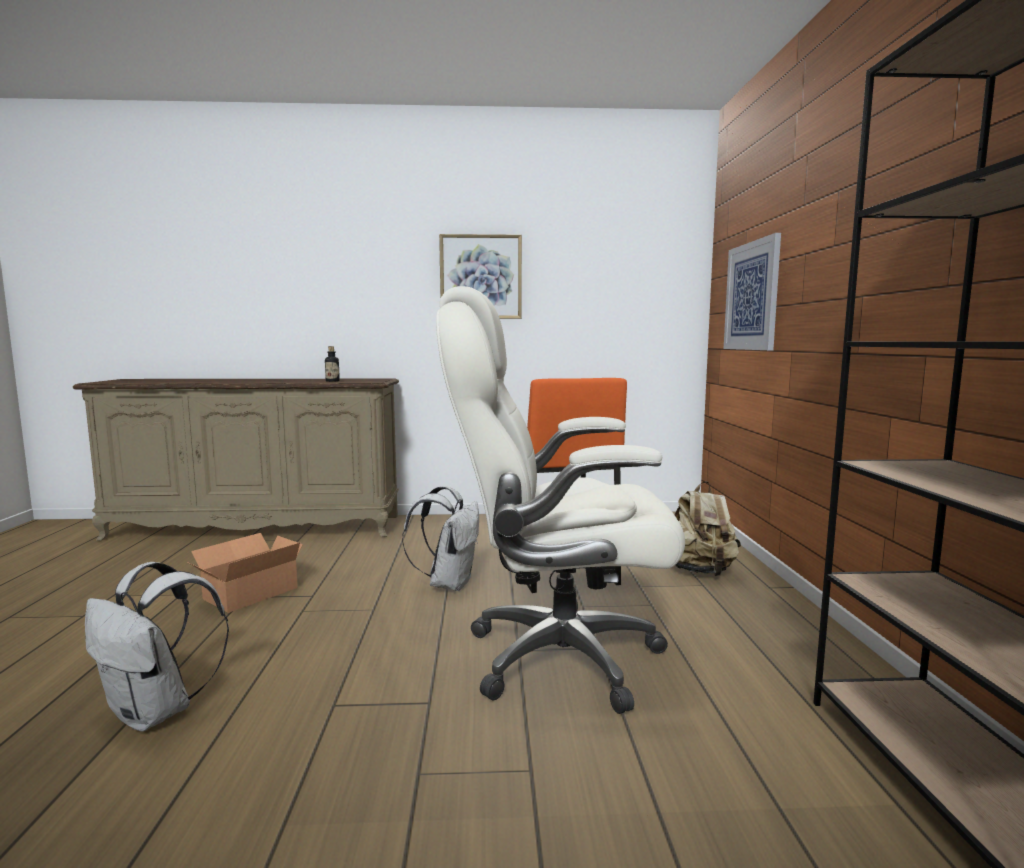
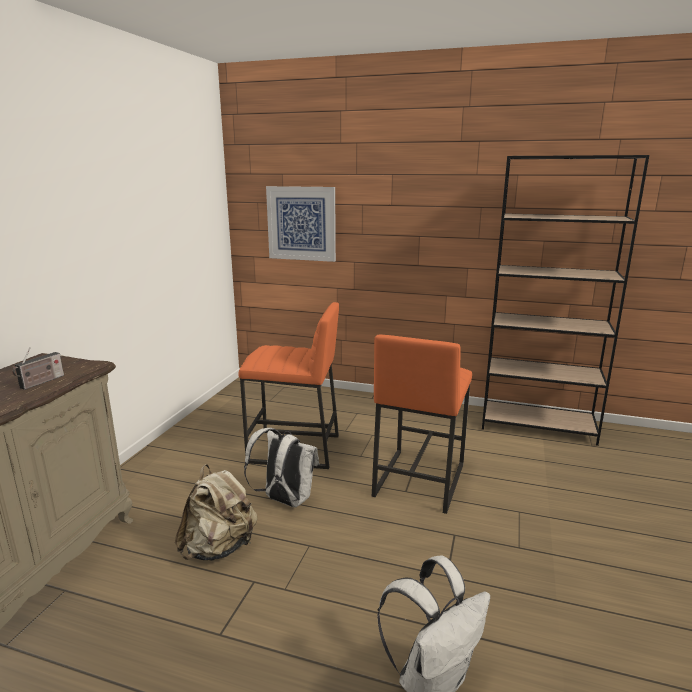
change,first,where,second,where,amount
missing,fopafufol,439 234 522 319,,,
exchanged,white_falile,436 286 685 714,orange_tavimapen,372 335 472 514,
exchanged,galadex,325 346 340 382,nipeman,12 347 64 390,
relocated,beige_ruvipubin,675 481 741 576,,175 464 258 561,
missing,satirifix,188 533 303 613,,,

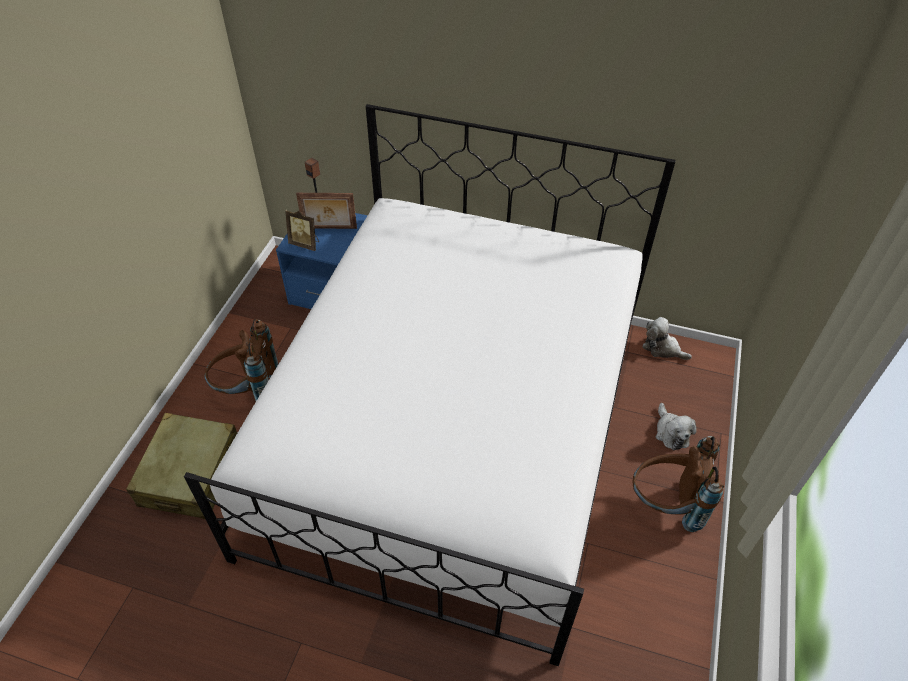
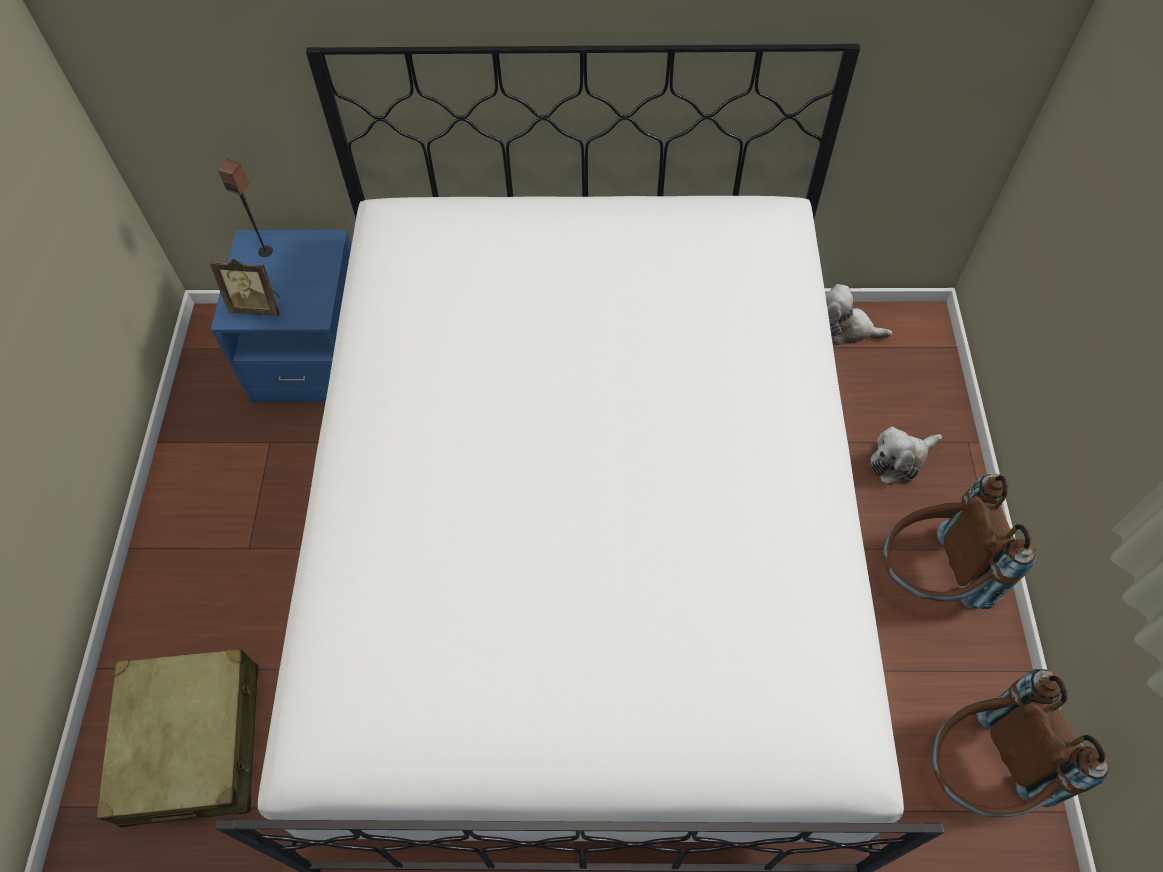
change,first,where,second,where,amount
missing,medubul,296 193 357 229,,,
relocated,brown_ruvipubin,204 319 278 401,,932 669 1109 817,
spun,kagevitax,656 403 696 450,,869 426 942 485,90 degrees clockwise

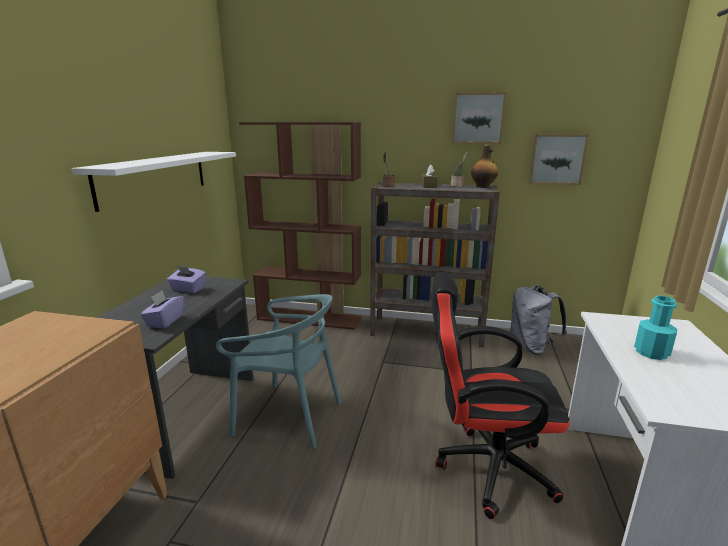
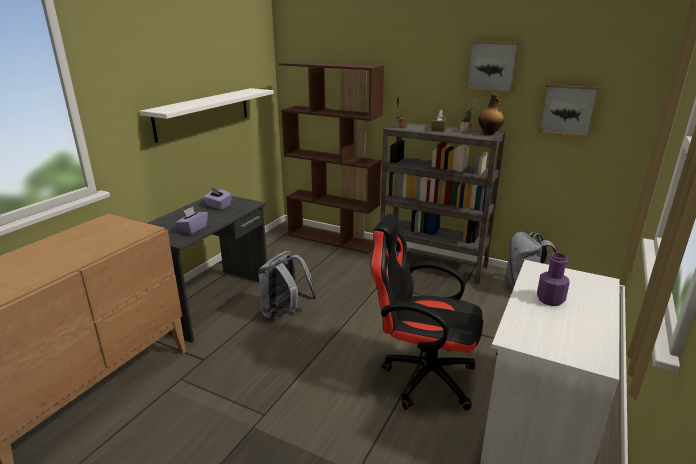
change,first,where,second,where,amount
exchanged,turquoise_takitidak,216 294 341 448,grey_ruvipubin,259 250 317 321,
colour,turquoise_galadex,634 295 677 360,purple_galadex,537 252 570 306,

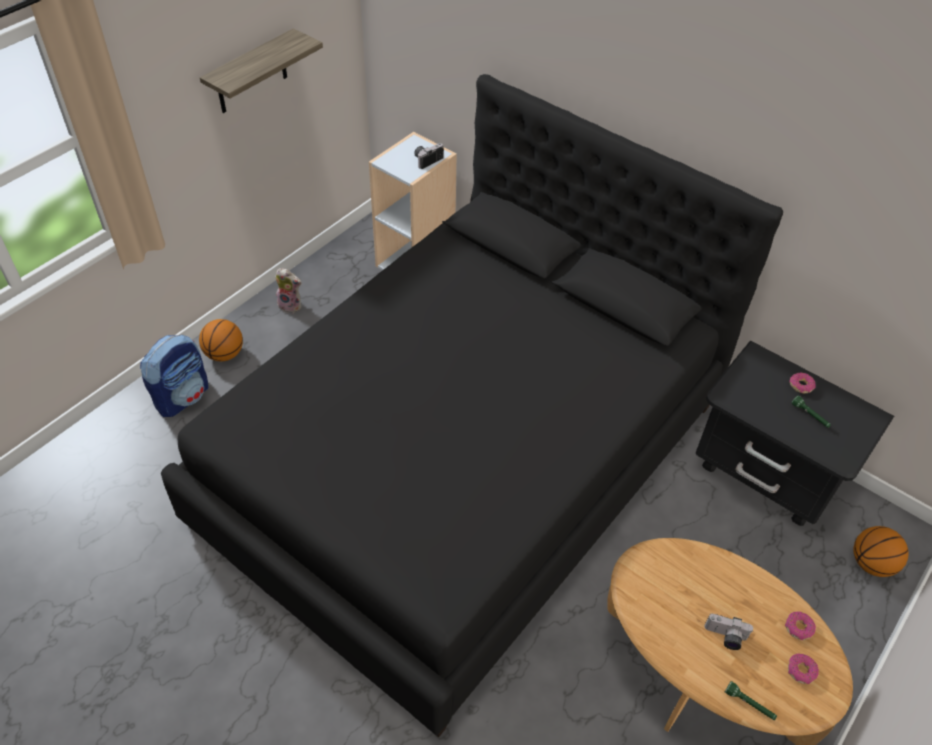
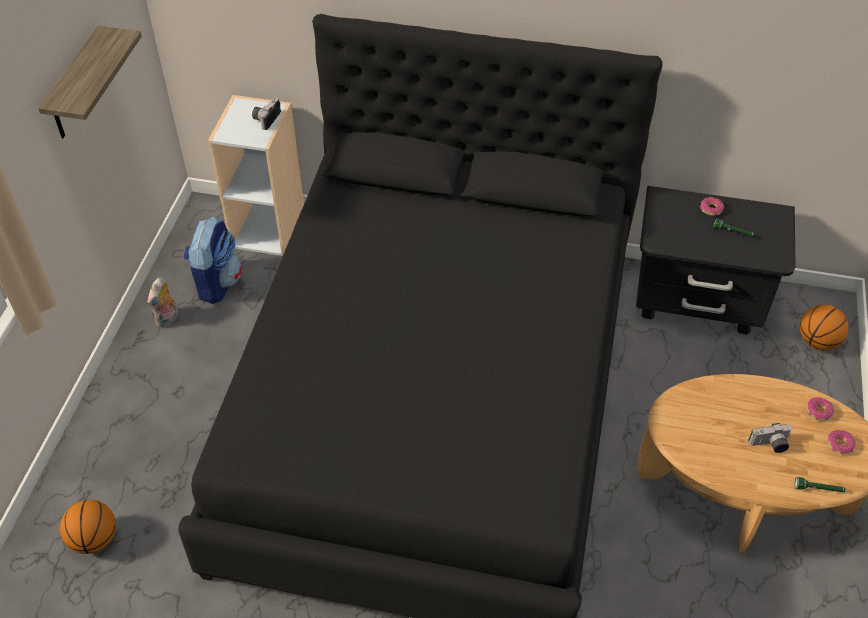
change,first,where,second,where,amount
spun,kagevitax,275 268 302 313,,147 277 178 328,120 degrees clockwise
relocated,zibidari,199 319 243 362,,60 500 116 554,
relocated,ruvipubin,140 334 209 417,,184 217 242 304,

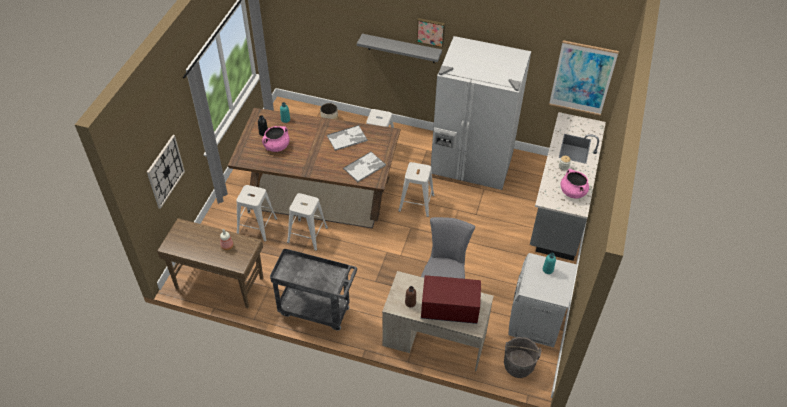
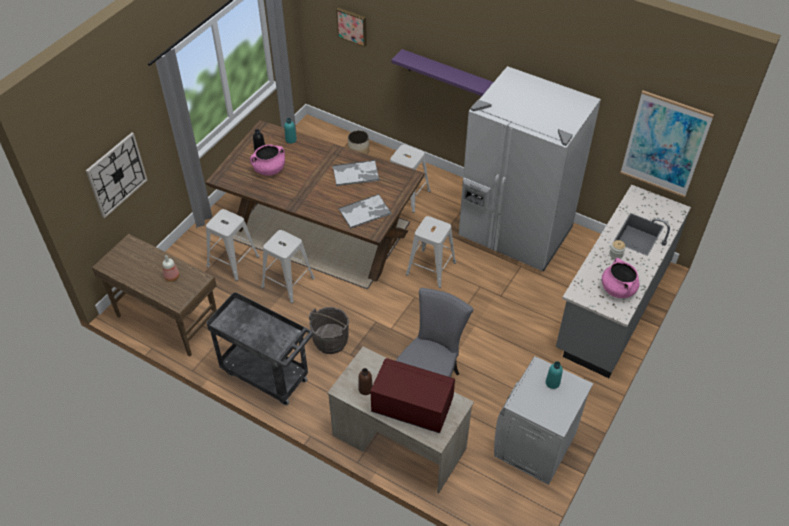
change,first,where,second,where,amount
relocated,fopafufol,417 18 445 48,,336 7 367 47,
colour,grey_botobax,357 34 442 63,purple_botobax,391 49 493 96,
relocated,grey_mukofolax,504 337 542 378,,309 307 350 354,

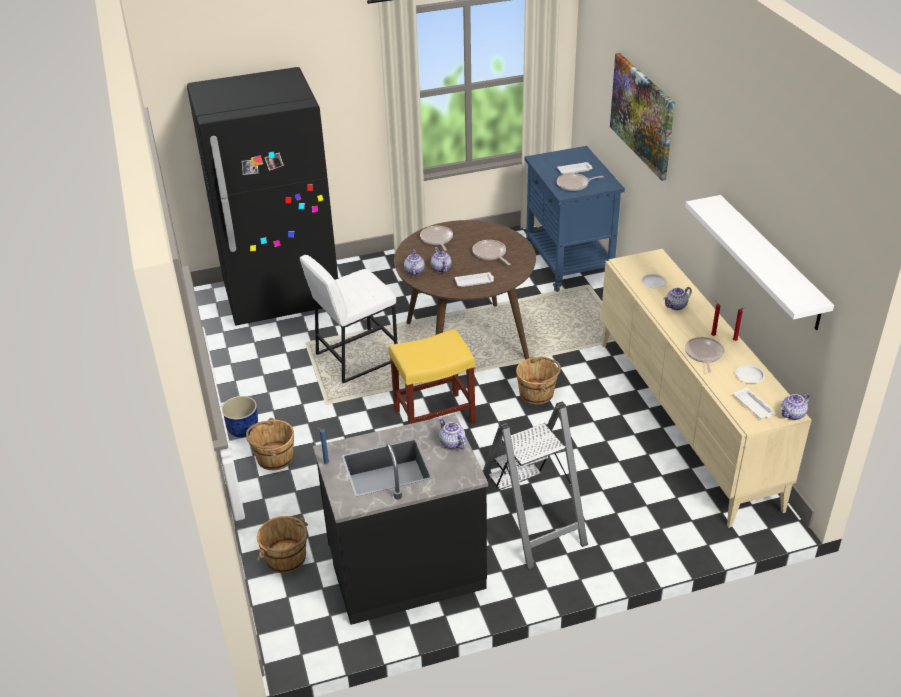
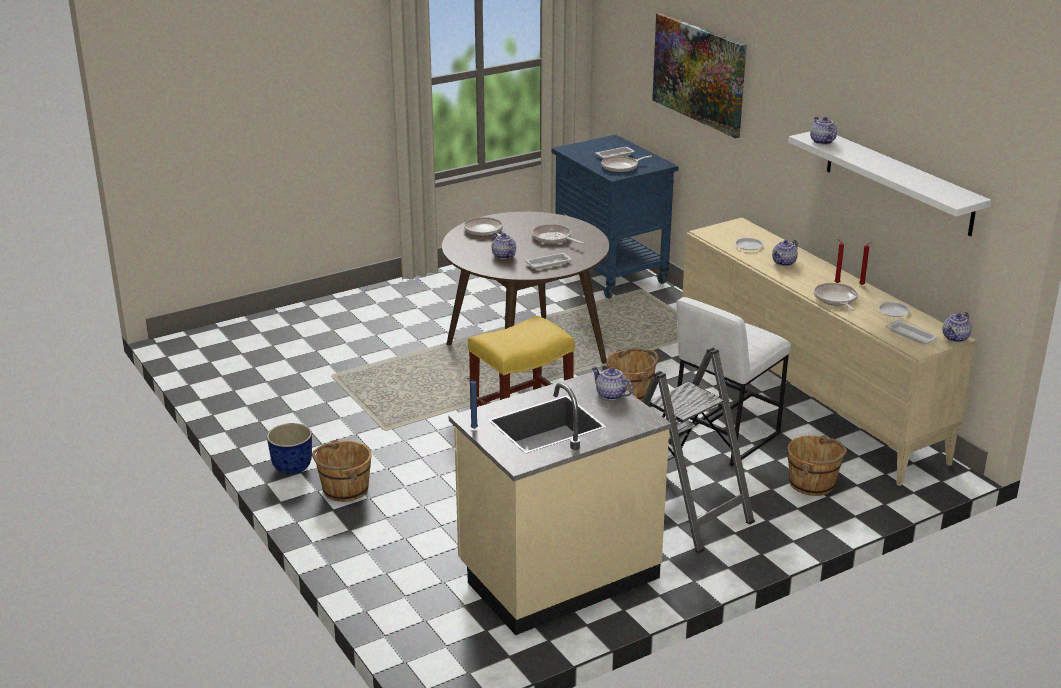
change,first,where,second,where,amount
missing,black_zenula,187 67 338 326,,,
relocated,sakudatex,404 250 425 276,,810 117 837 145,
relocated,white_takitidak,300 255 397 383,,677 297 791 466,
colour,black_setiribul,313 414 488 625,beige_setiribul,449 370 671 635,
relocated,brown_mukofolax,257 516 308 573,,787 435 847 496,

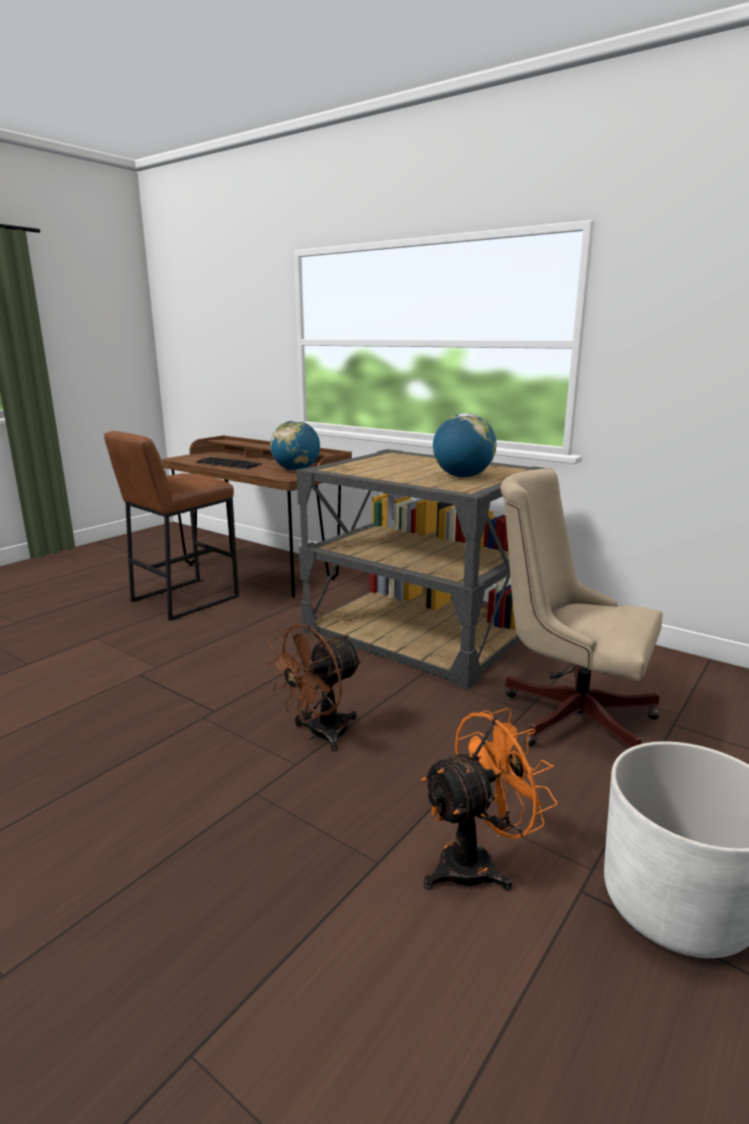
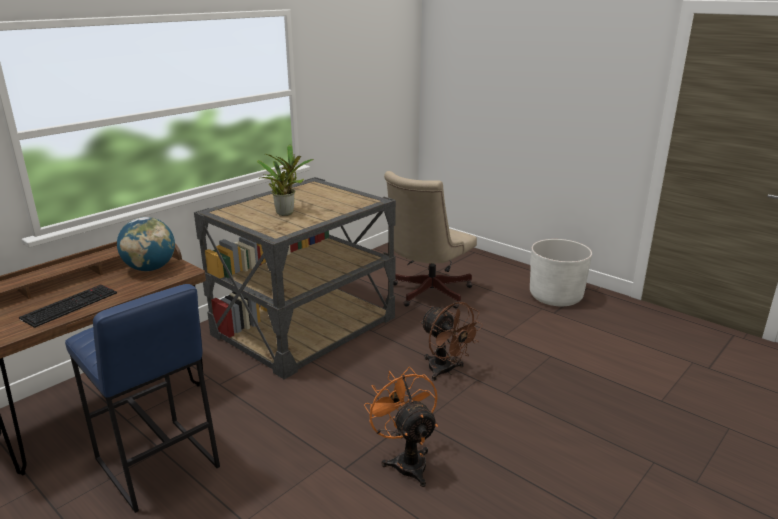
change,first,where,second,where,amount
missing,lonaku,433 413 496 477,,,
colour,brown_tavimapen,104 431 239 621,blue_tavimapen,65 284 220 513,
relocated,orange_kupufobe,421 708 557 890,,364 367 438 487,
appeared,,,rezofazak,257 145 314 216,

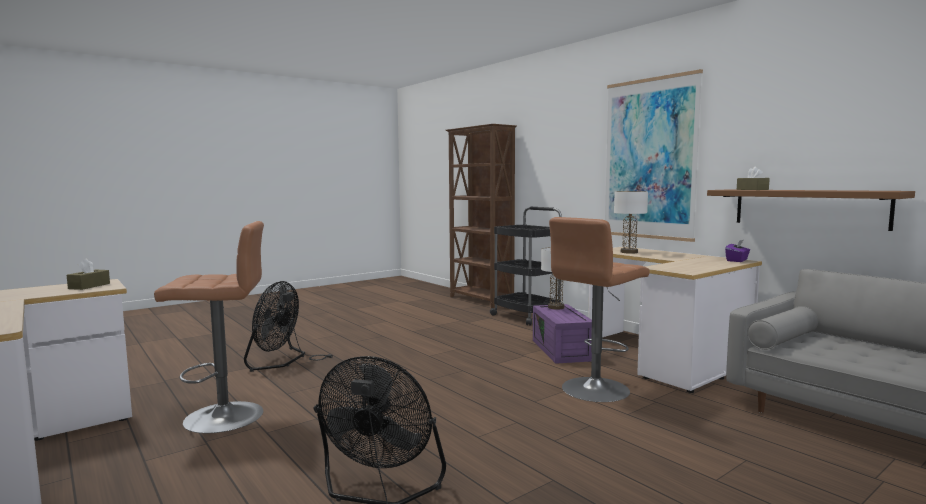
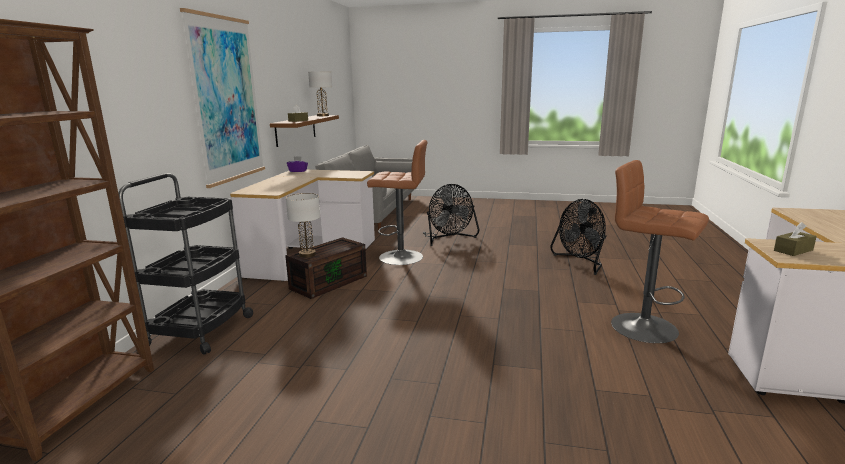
change,first,where,second,where,amount
relocated,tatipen,614 191 648 254,,308 71 332 116,
relocated,black_kupufobe,244 281 333 372,,423 184 479 246,
colour,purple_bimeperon,533 304 592 364,brown_bimeperon,285 237 367 299,

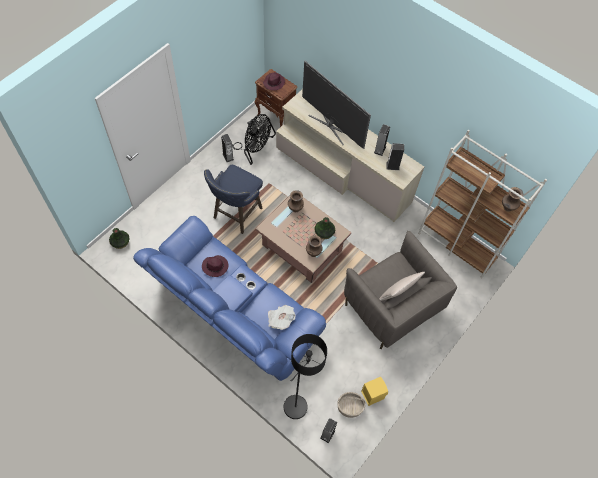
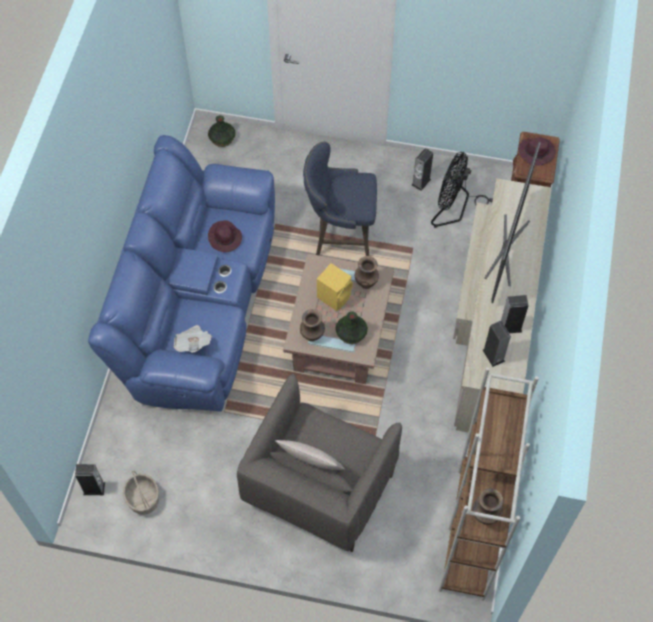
change,first,where,second,where,amount
spun,black_kupufobe,232 114 276 165,,431 152 493 228,105 degrees clockwise
missing,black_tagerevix,284 334 327 419,,,
relocated,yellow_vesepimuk,361 377 388 406,,317 263 353 311,

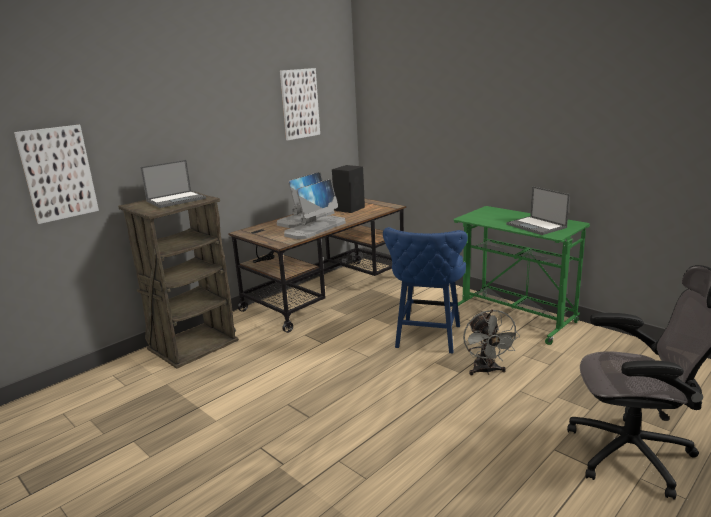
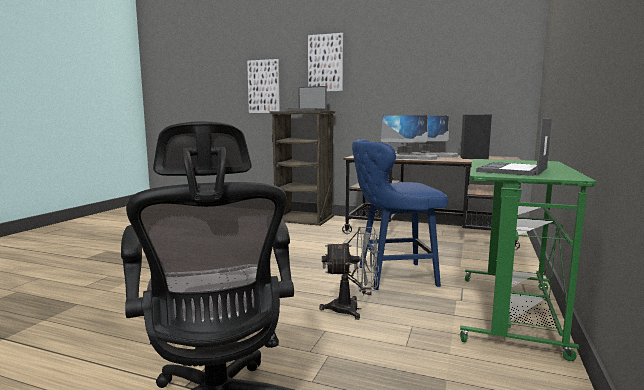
change,first,where,second,where,amount
relocated,fopafufol,280 68 320 140,,308 33 343 91,
spun,grey_kupufobe,463 309 520 375,,319 227 379 320,150 degrees counterclockwise

